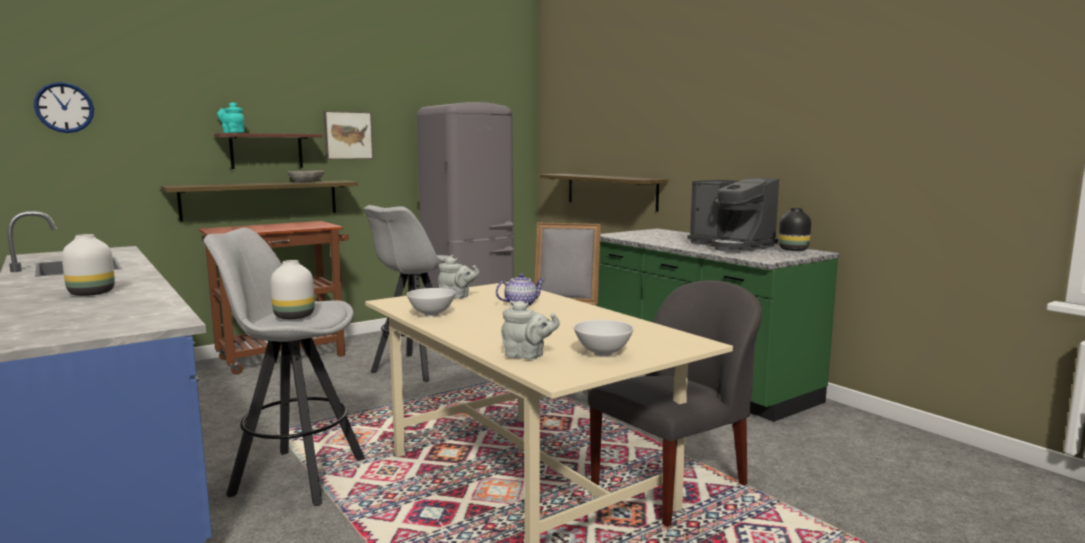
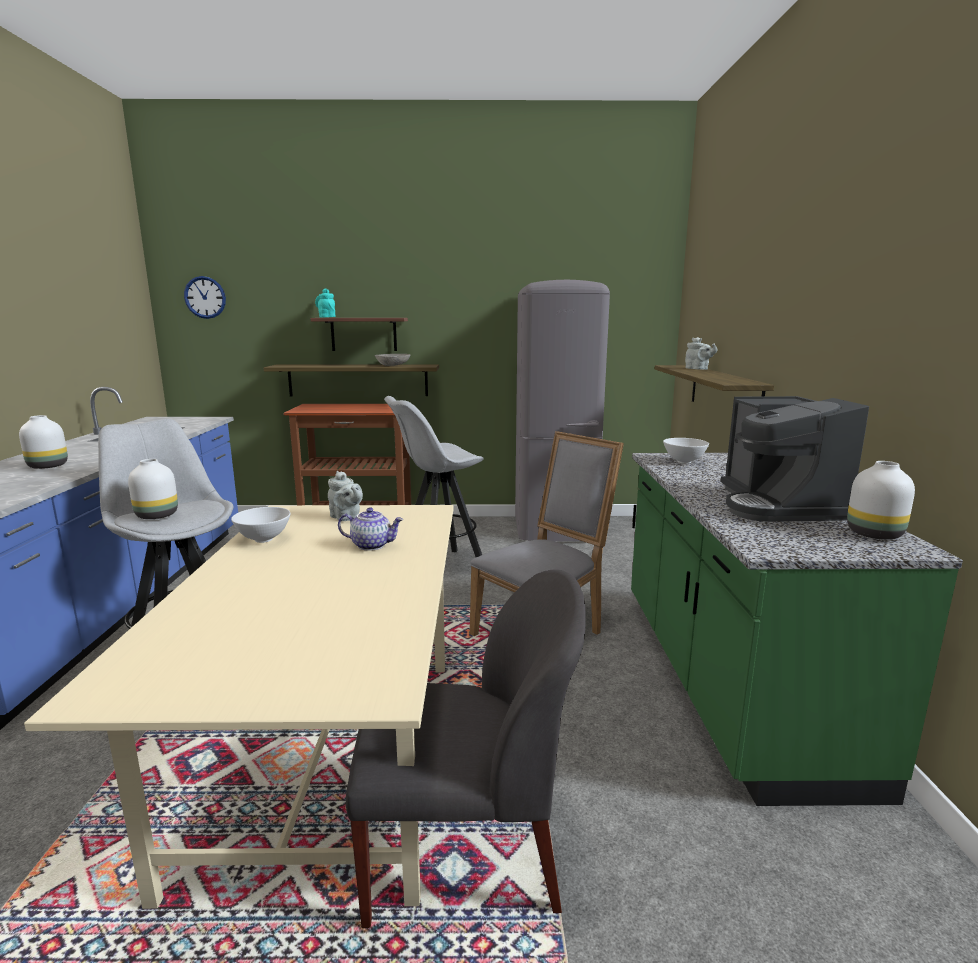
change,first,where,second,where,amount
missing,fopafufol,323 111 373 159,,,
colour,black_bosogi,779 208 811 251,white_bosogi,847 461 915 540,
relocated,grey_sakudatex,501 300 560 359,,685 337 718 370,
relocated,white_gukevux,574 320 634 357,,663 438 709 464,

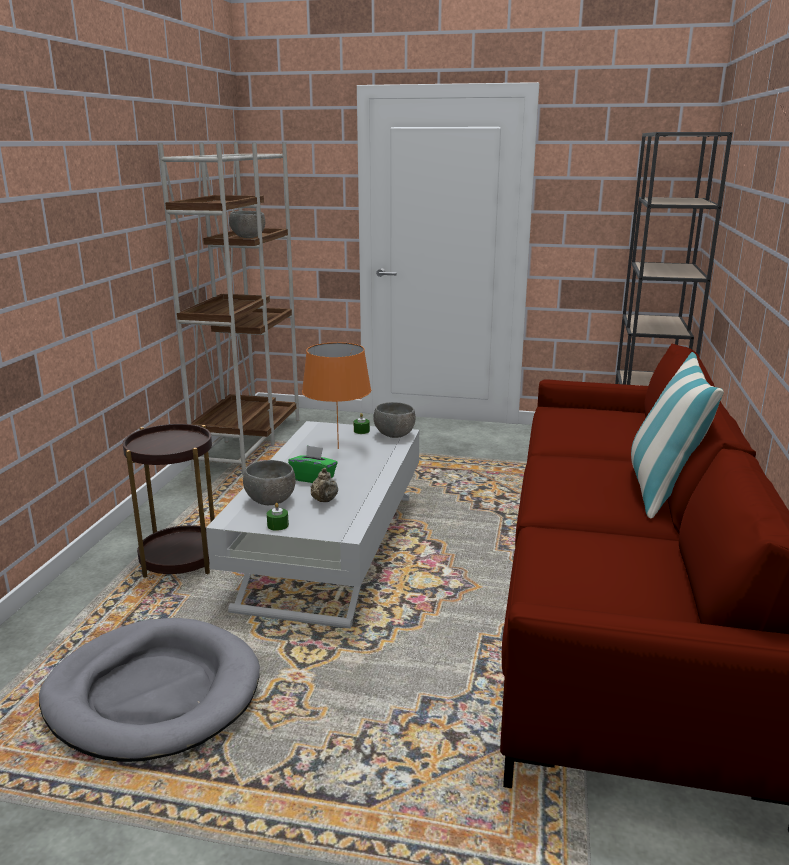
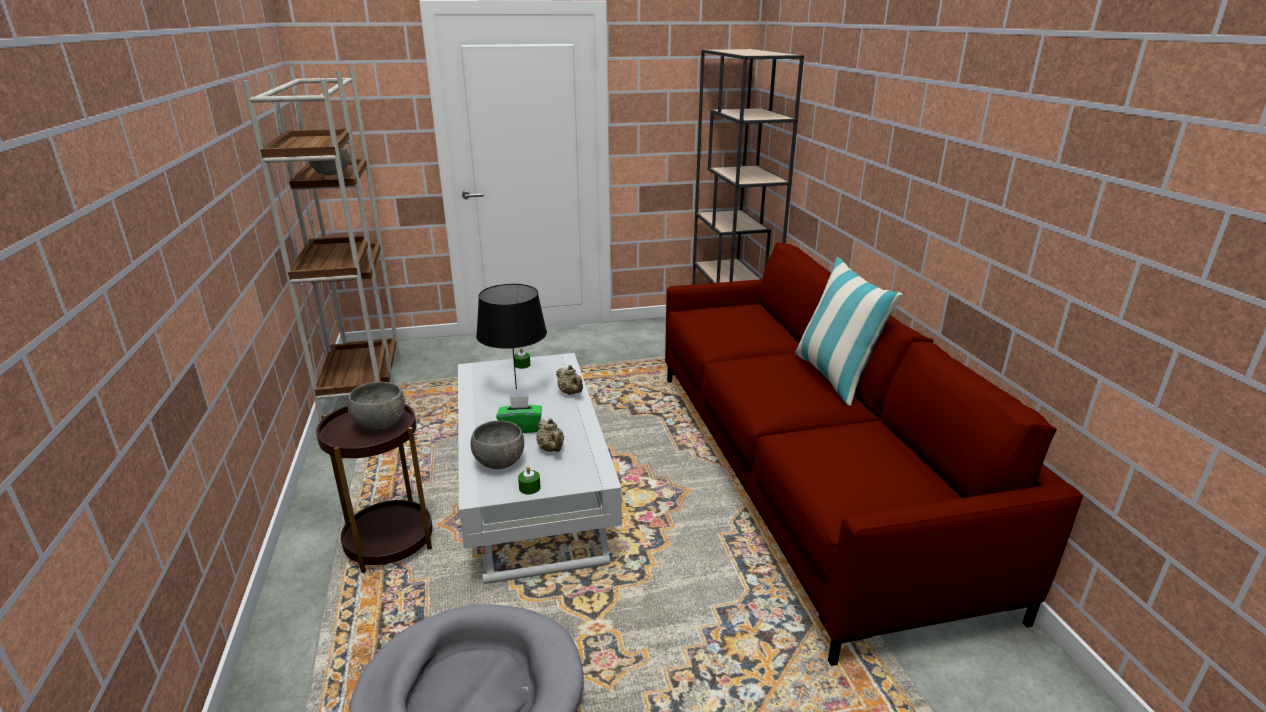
change,first,where,second,where,amount
colour,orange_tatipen,302 342 371 449,black_tatipen,476 284 547 390,
relocated,grey_gukevux,373 402 415 438,,347 382 405 430,
appeared,,,beige_sakudatex,556 365 583 395,

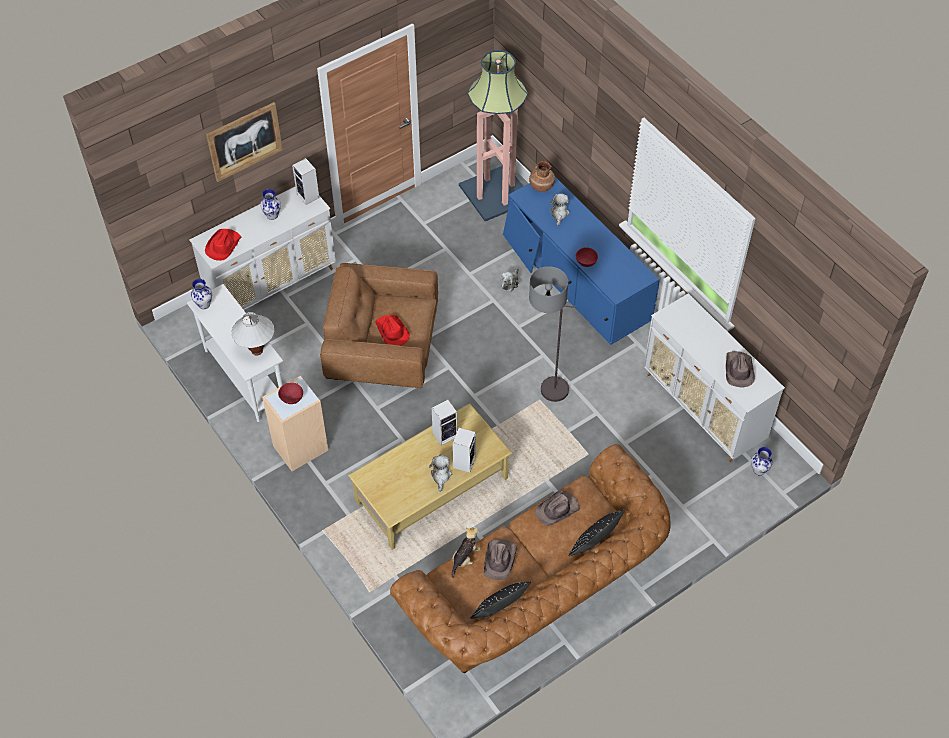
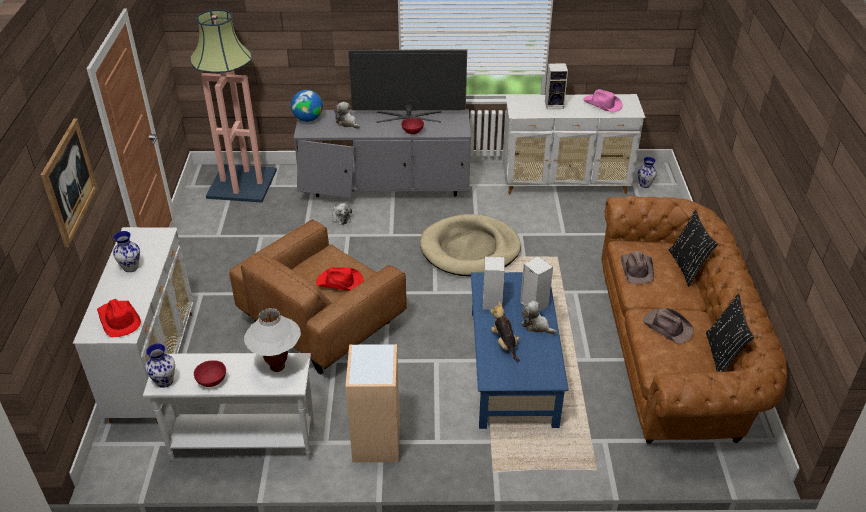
change,first,where,second,where,amount
relocated,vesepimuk,292 158 319 205,,545 63 568 109,
exchanged,brown_bosogi,529 161 555 192,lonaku,291 90 323 122,
colour,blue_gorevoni,503 177 659 345,grey_gorevoni,294 109 471 198,
exchanged,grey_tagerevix,529 266 576 402,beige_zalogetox,420 214 521 276,
colour,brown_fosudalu,726 351 755 387,pink_fosudalu,583 89 623 113,
relocated,red_gukevux,278 382 303 404,,194 360 226 387,
colour,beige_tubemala,348 403 512 550,blue_tubemala,471 272 569 429,
relocated,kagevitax,452 527 481 578,,490 302 520 362,
appeared,,,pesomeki,348 49 467 123,

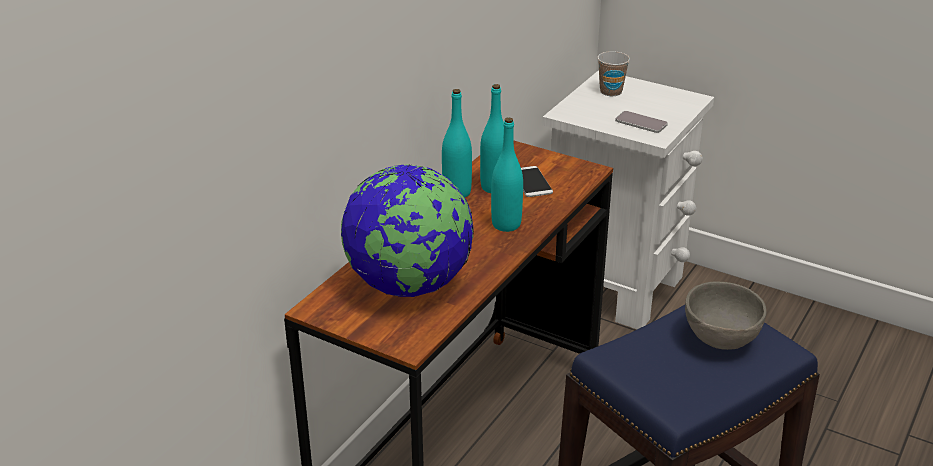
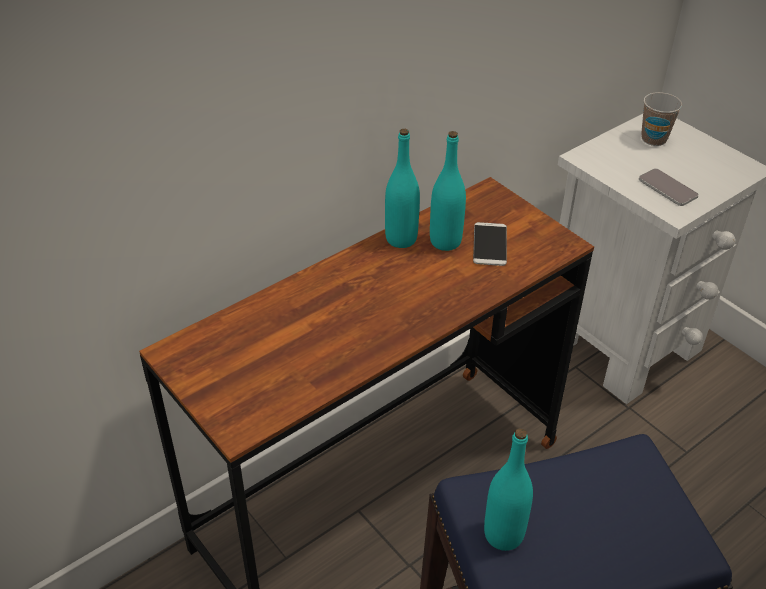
change,first,where,second,where,amount
relocated,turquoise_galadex,491 117 523 232,,484 428 533 551,
missing,lonaku,341 164 474 297,,,
missing,grey_gukevux,685 281 766 350,,,

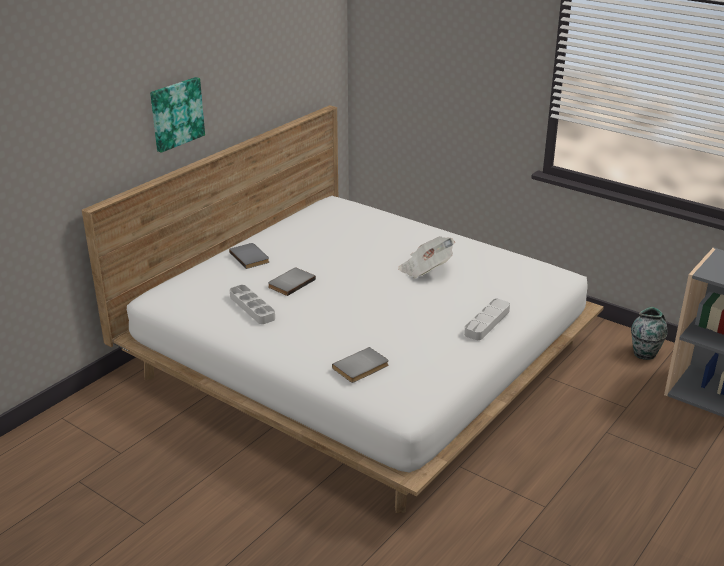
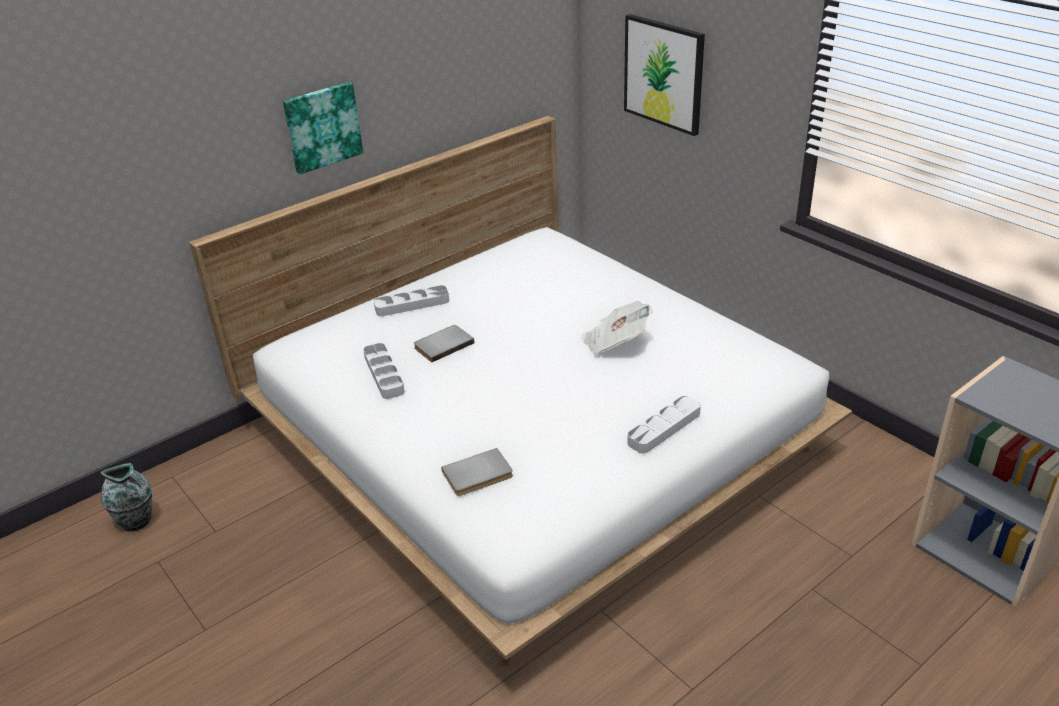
change,first,where,second,where,amount
exchanged,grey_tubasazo,229 243 269 269,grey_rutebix,374 285 449 316,
relocated,bosogi,631 307 667 360,,100 463 152 532,
appeared,,,fopafufol,624 14 705 136,

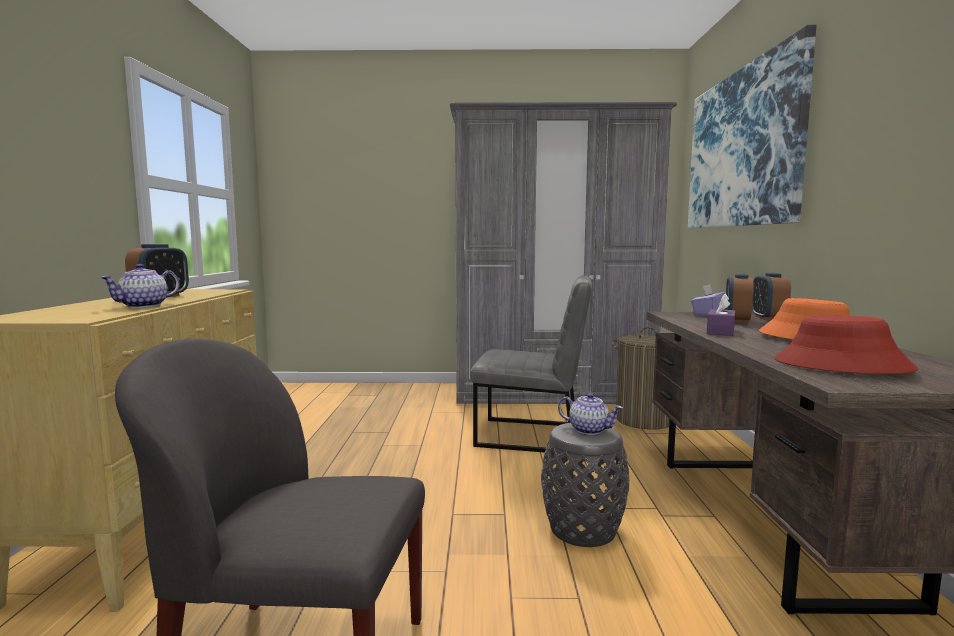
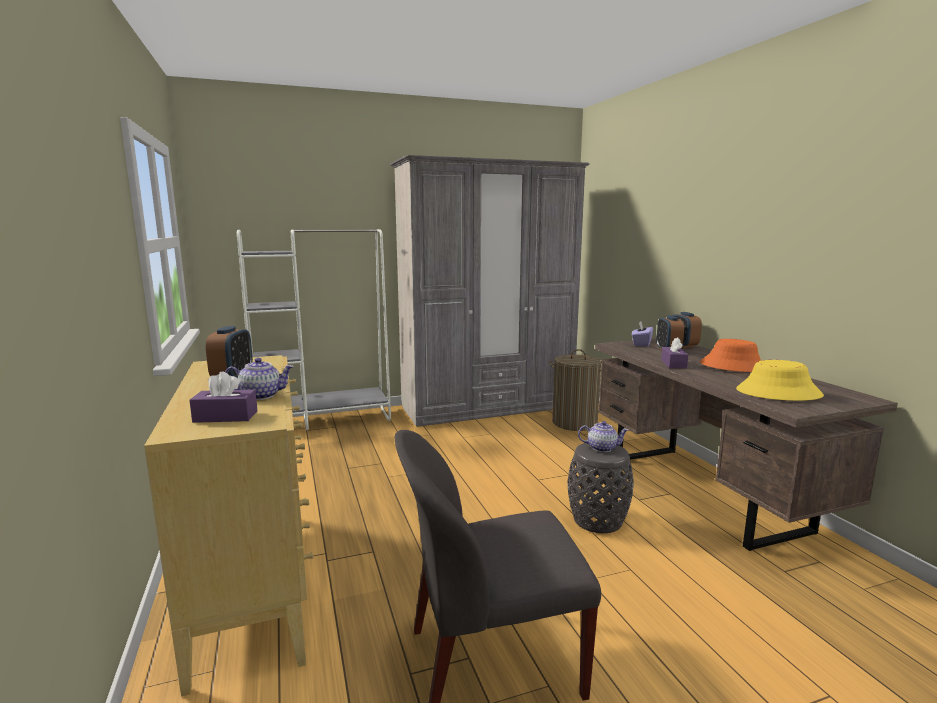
change,first,where,second,where,amount
missing,fopafufol,688 25 816 228,,,
spun,sakudatex,100 264 180 308,,225 358 294 400,120 degrees counterclockwise
missing,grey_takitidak,470 275 592 452,,,
colour,red_fosudalu,774 315 918 374,yellow_fosudalu,736 360 824 401,
appeared,,,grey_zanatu,237 229 391 430,
appeared,,,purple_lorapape,189 372 257 423,

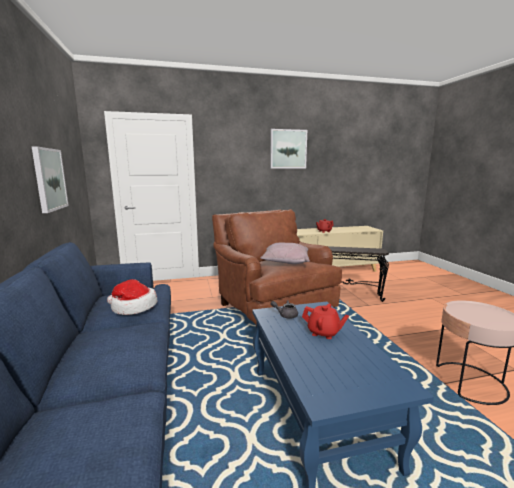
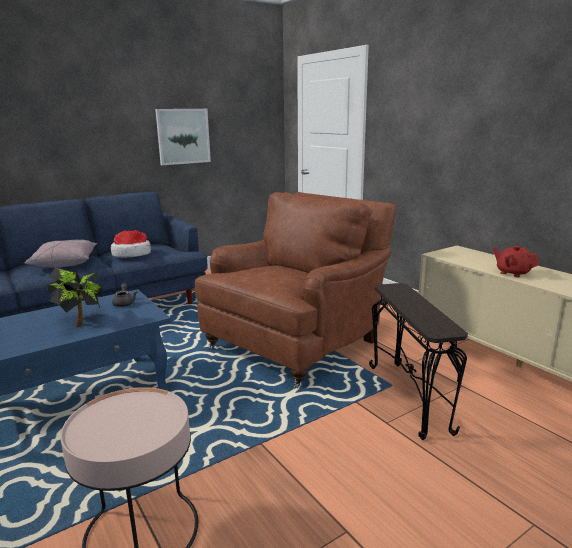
change,first,where,second,where,amount
missing,fopafufol,270 129 307 169,,,
relocated,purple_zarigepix,261 243 310 264,,25 240 97 268,
exchanged,red_sakudatex,302 304 349 339,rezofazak,47 267 102 327,

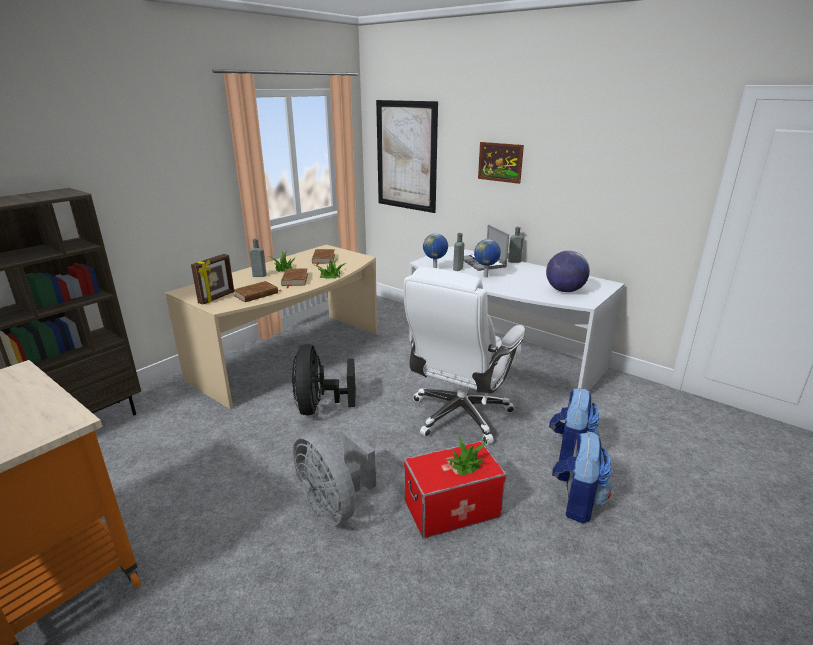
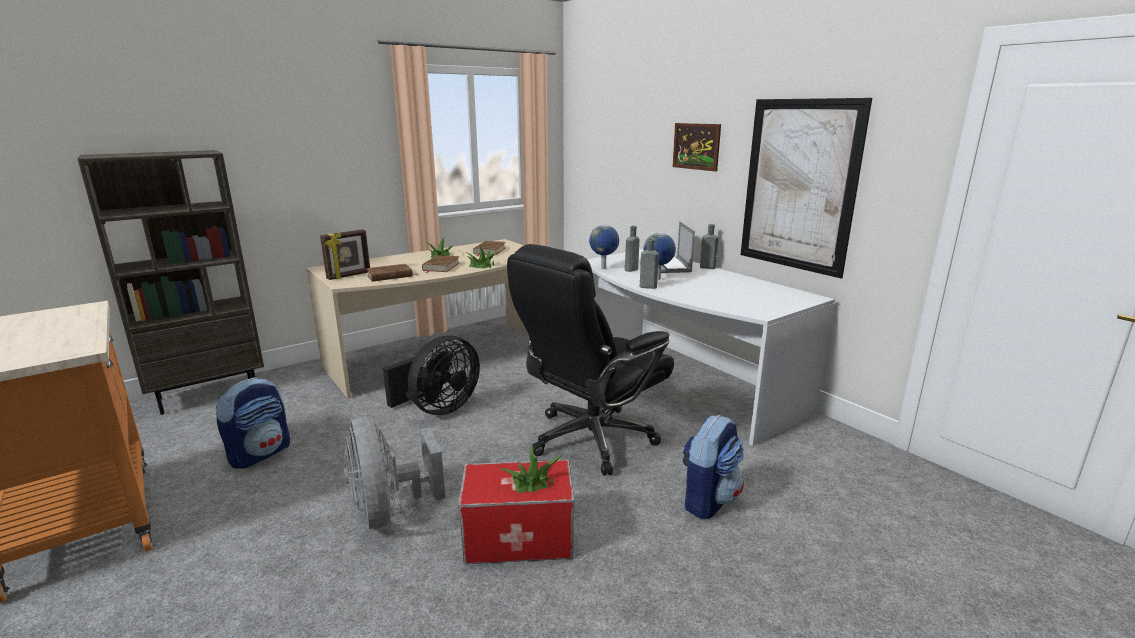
change,first,where,second,where,amount
relocated,fopafufol,376 100 438 213,,741 98 872 279,
relocated,grey_galadex,249 238 267 277,,640 239 659 289,
missing,lonaku,546 251 590 292,,,
colour,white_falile,403 267 525 445,black_falile,507 244 674 476,
spun,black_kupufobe,292 344 356 415,,383 335 480 415,150 degrees counterclockwise
relocated,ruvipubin,552 431 611 523,,216 377 290 469,

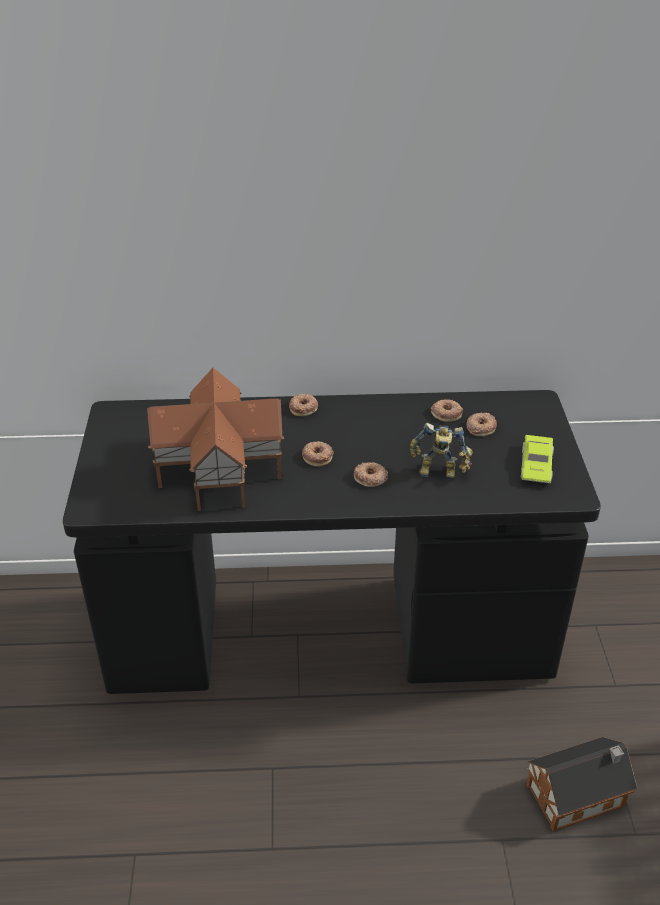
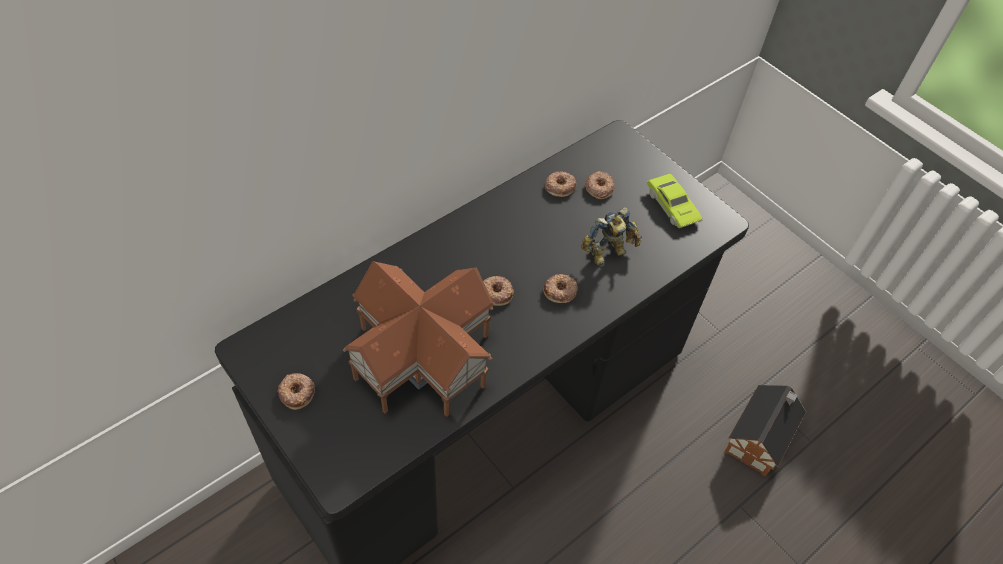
change,first,where,second,where,amount
relocated,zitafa,289 394 318 416,,278 373 315 410,

